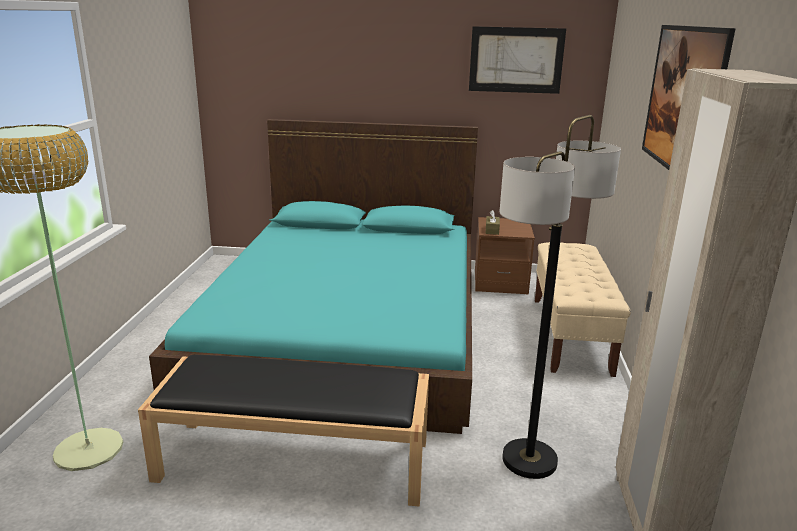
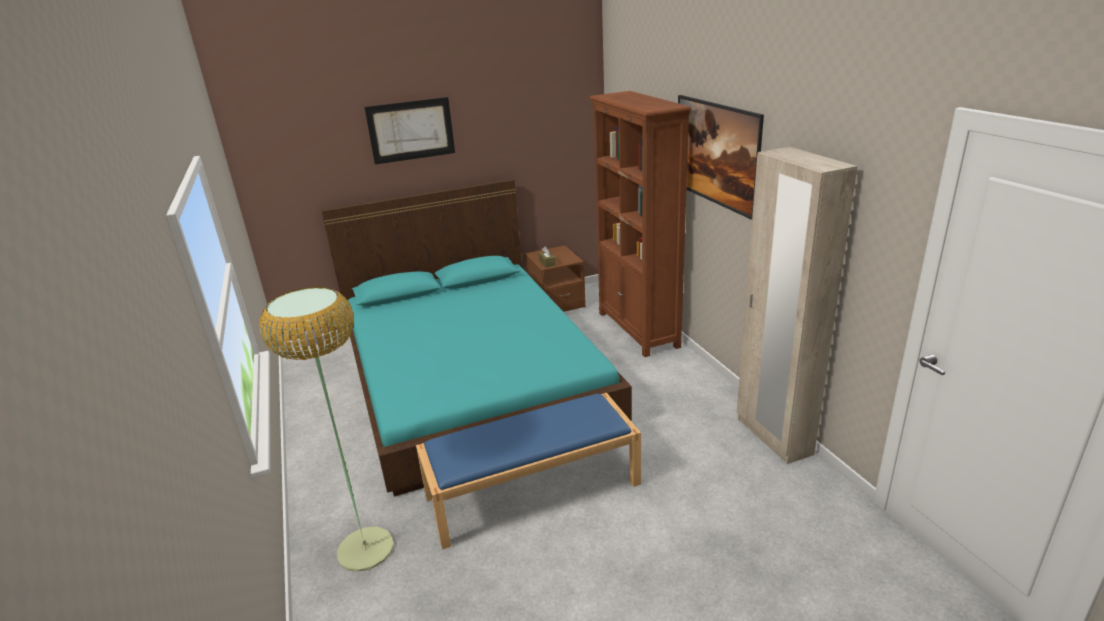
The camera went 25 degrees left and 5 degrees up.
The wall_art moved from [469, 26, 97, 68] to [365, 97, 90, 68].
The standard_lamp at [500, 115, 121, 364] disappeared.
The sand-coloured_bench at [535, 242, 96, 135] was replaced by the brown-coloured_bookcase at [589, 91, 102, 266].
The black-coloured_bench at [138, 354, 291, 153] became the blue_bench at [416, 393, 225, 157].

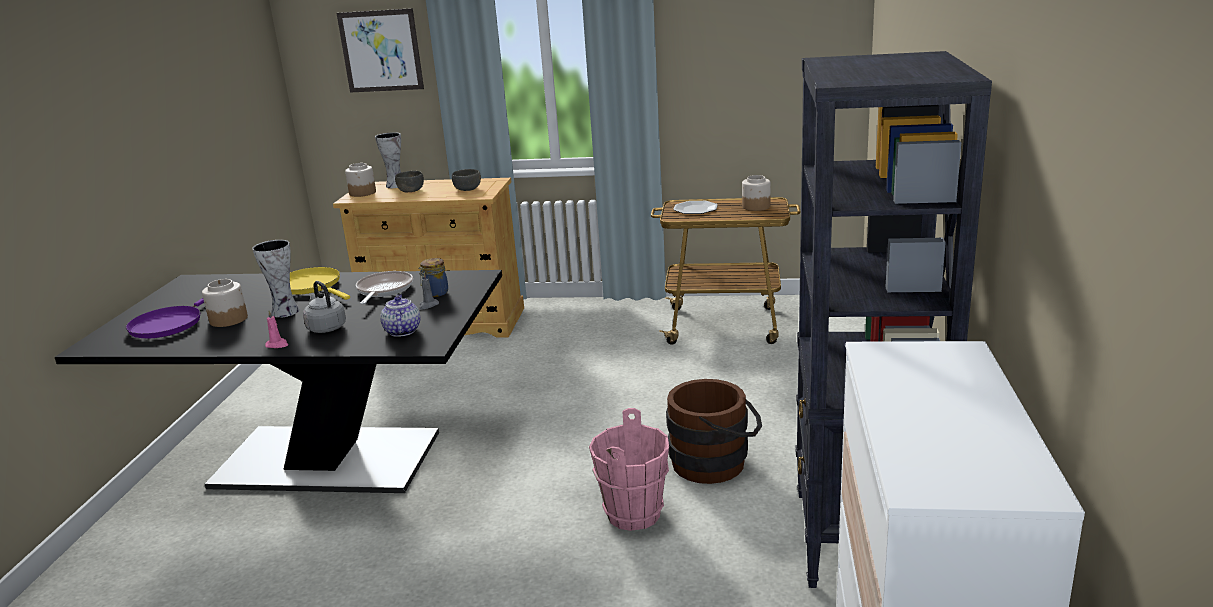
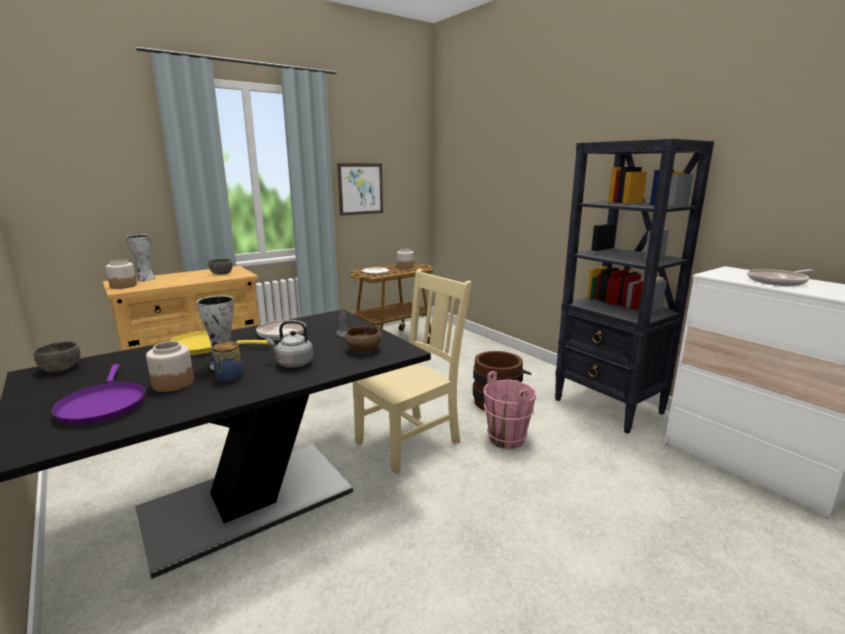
The camera went 45 degrees left and 5 degrees down.
The wall_art moved from [337, 8, 87, 84] to [337, 163, 46, 53].
The greyish_deep_dish moved from [395, 171, 29, 21] to [34, 342, 46, 30].
The jar moved from [419, 258, 29, 39] to [212, 341, 31, 41].
The pot_for_tea at [380, 295, 40, 42] was replaced by the brown-coloured_deep_dish at [345, 326, 37, 26].
The pinkish_wax_light at [265, 311, 23, 37] disappeared.
The sand-coloured_chair at [353, 269, 119, 205] appeared.
The frying_pan at [747, 269, 67, 17] appeared.

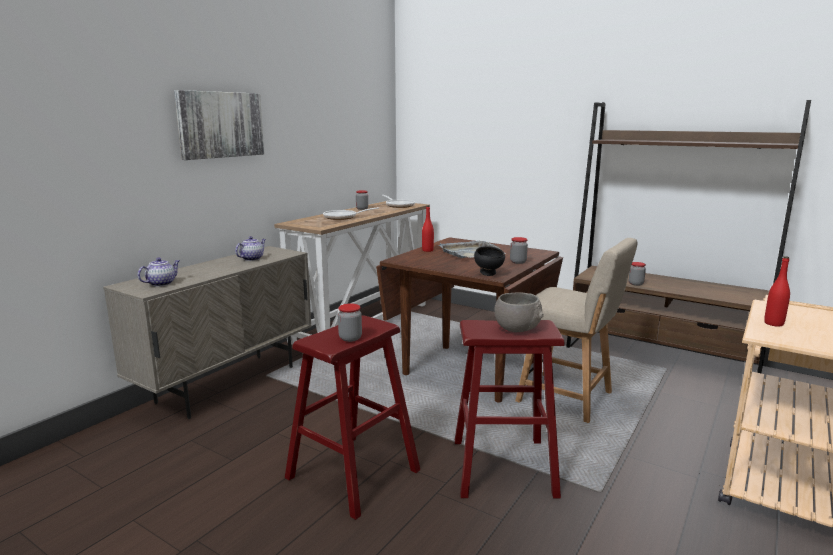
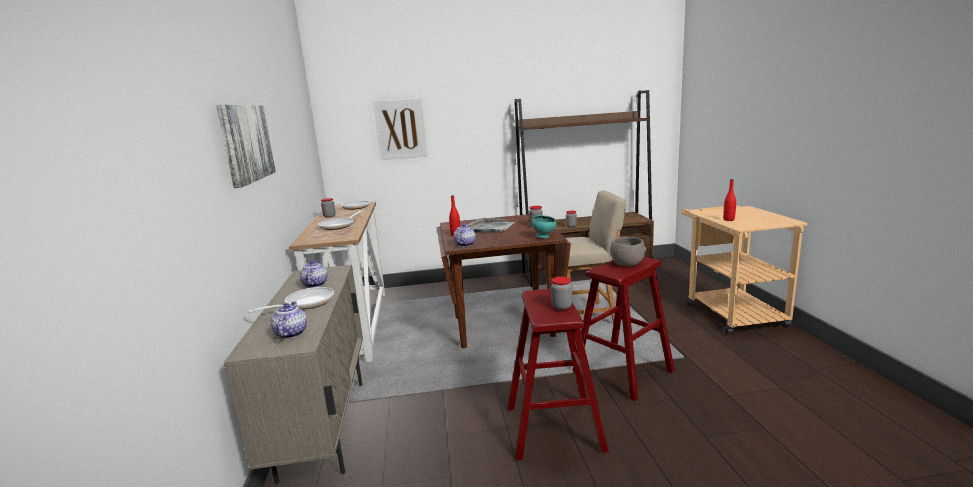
The camera went 40 degrees left and 0 degrees up.
The black-coloured_deep_dish at [474, 246, 31, 30] became the blue-green_deep_dish at [532, 215, 25, 23].
The wall_art at [373, 99, 54, 61] appeared.
The pot_for_tea at [454, 224, 22, 23] appeared.
The frying_pan at [248, 287, 86, 26] appeared.

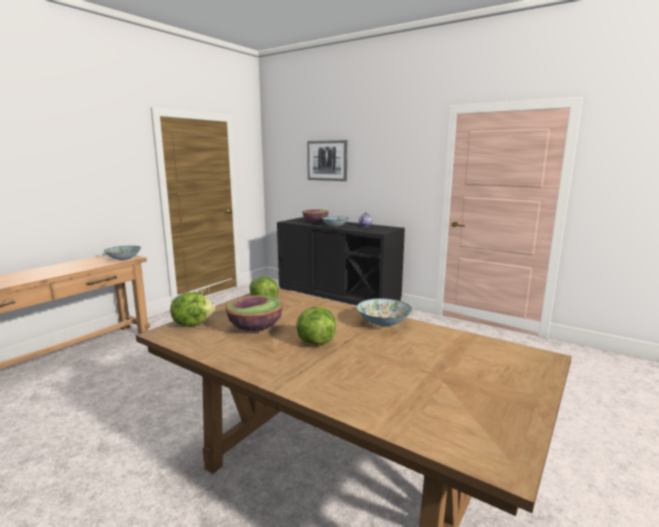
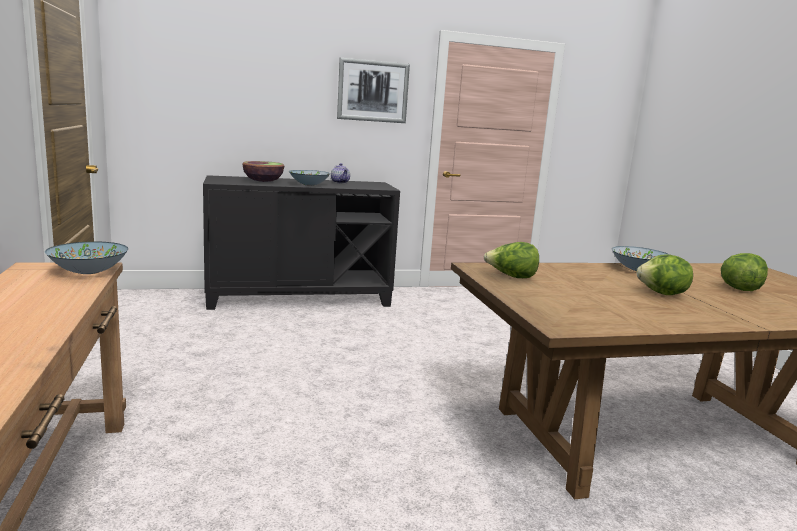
The camera went 50 degrees left and 0 degrees up.
The wall_art moved from [307, 140, 40, 41] to [337, 58, 73, 65].
The lettuce moved from [170, 292, 45, 34] to [721, 253, 47, 38].
The deep_dish at [226, 295, 57, 36] disappeared.

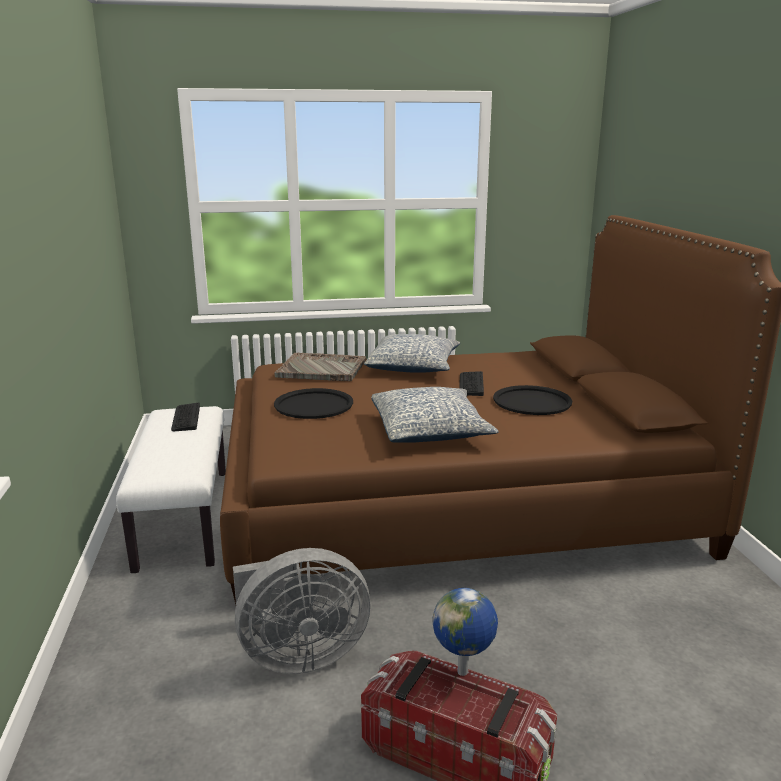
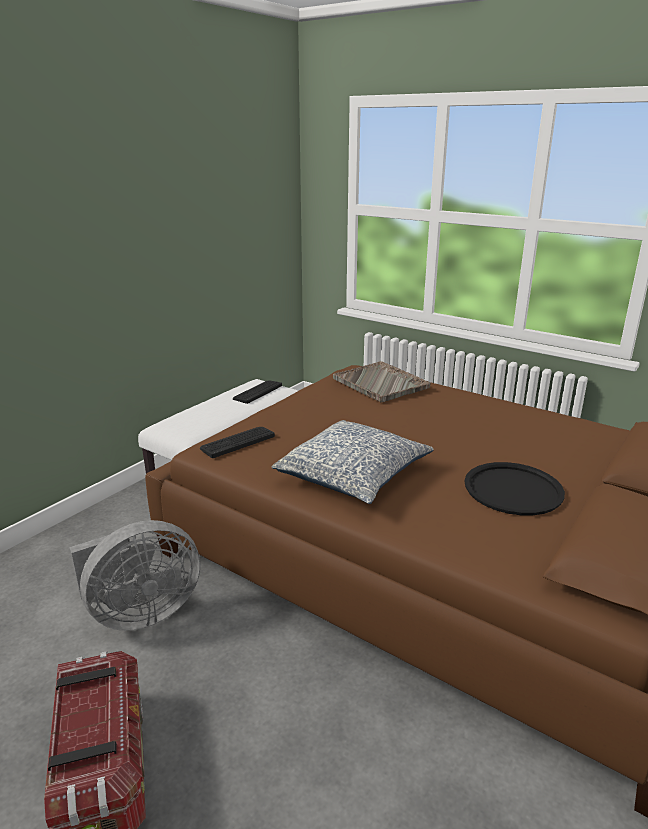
The camera went 45 degrees right and 5 degrees up.
The pillow at [364, 334, 96, 39] disappeared.
The computer_keyboard moved from [459, 371, 25, 25] to [200, 427, 75, 31].
The black-coloured_tray at [274, 388, 79, 31] disappeared.
The greyish_cooling_fan at [233, 548, 137, 126] turned 60 degrees counterclockwise.
The world_globe at [432, 588, 66, 88] disappeared.

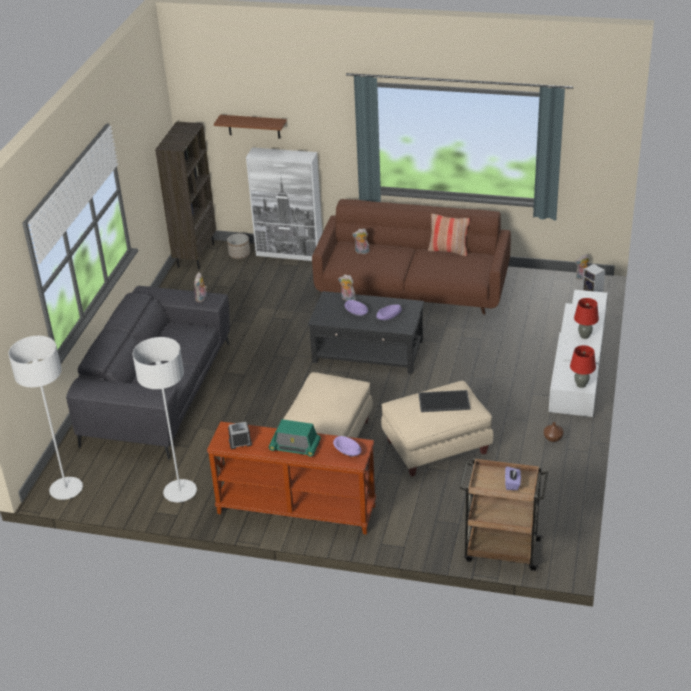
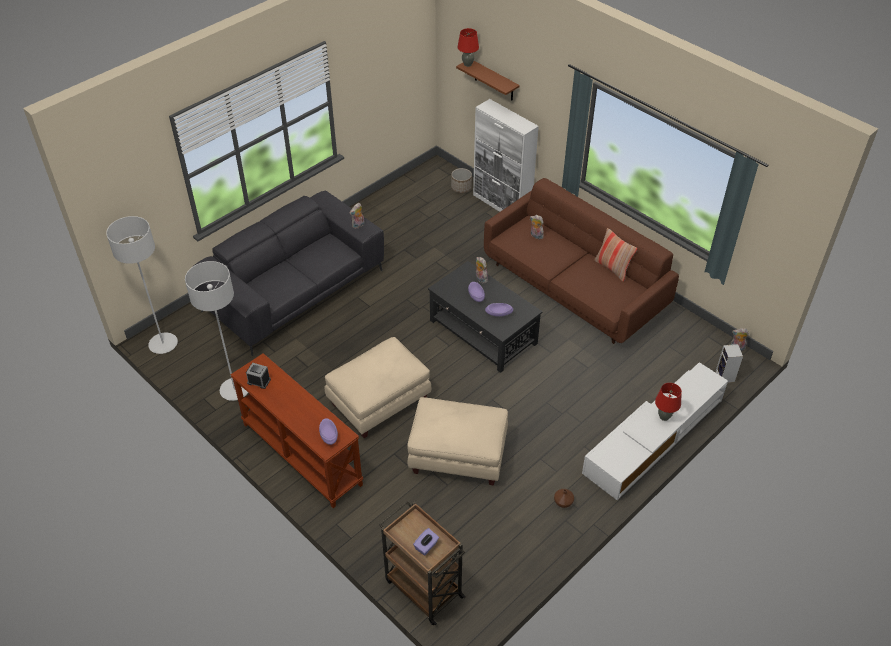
The camera went 30 degrees right and 10 degrees up.
The brown-coloured_bookcase at [155, 121, 61, 149] disappeared.
The red_lamp_for_a_table moved from [570, 345, 26, 43] to [458, 28, 21, 39].
The tray at [419, 390, 52, 22] disappeared.
The radio_receiver at [269, 419, 52, 38] disappeared.

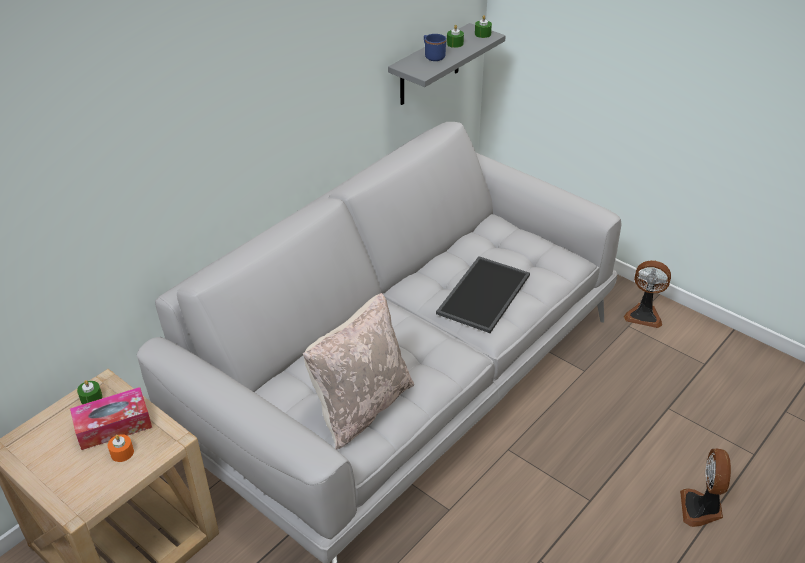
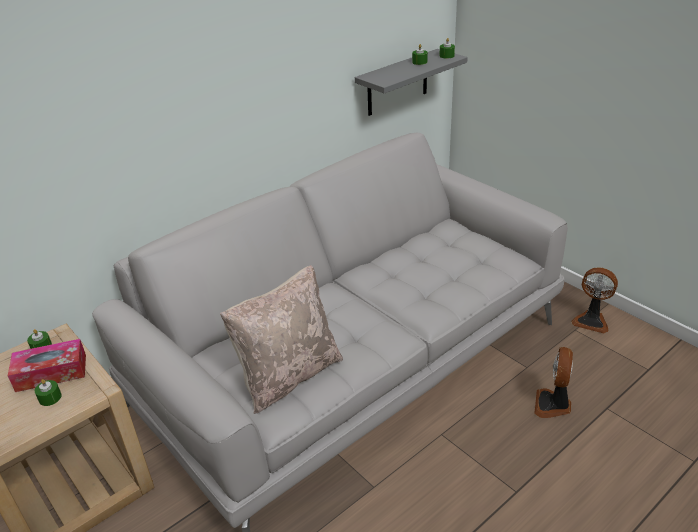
The camera went 10 degrees right and 5 degrees down.
The blue_tea_mug at [424, 34, 22, 27] disappeared.
The tray at [436, 256, 94, 77] disappeared.
The orange_wax_light at [108, 434, 26, 28] became the green-coloured_wax_light at [35, 379, 27, 27].
The cooling_fan moved from [680, 449, 51, 78] to [534, 347, 39, 71].

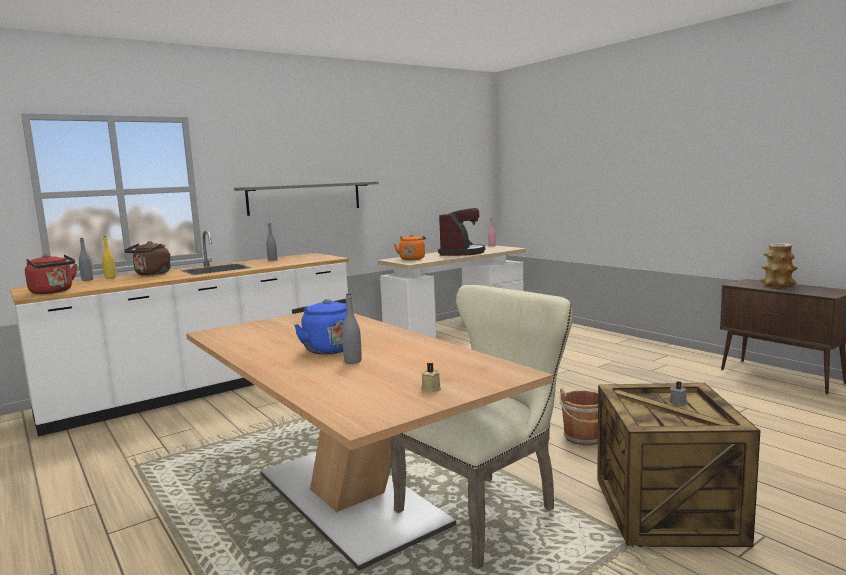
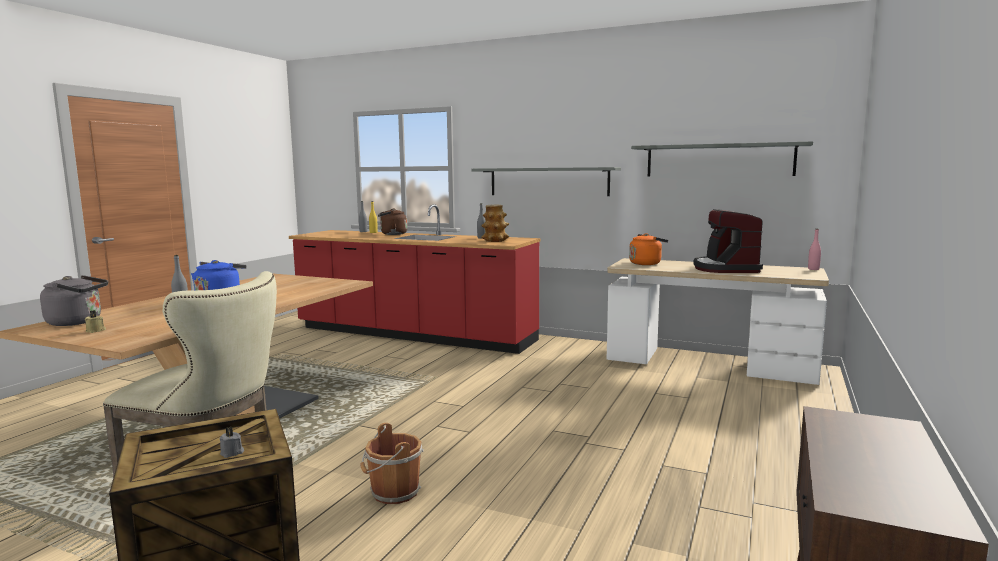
The camera went 60 degrees right and 0 degrees up.
The coffee_machine at [438, 208, 47, 48] turned 105 degrees clockwise.
The whitish_counter at [10, 231, 339, 206] became the red_counter at [289, 204, 251, 150].
The flower_vase moved from [760, 243, 38, 45] to [481, 205, 28, 37].
The red_kettle at [25, 254, 52, 40] disappeared.
The greyish_shelf at [631, 142, 182, 34] appeared.
The greyish_kettle at [40, 275, 68, 51] appeared.

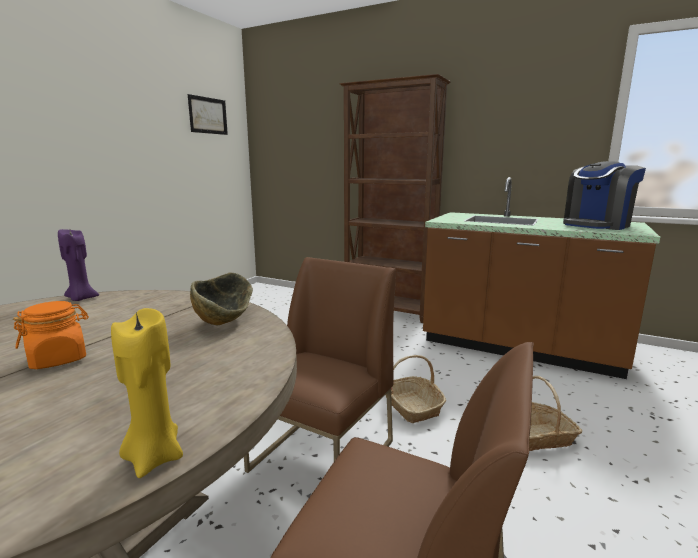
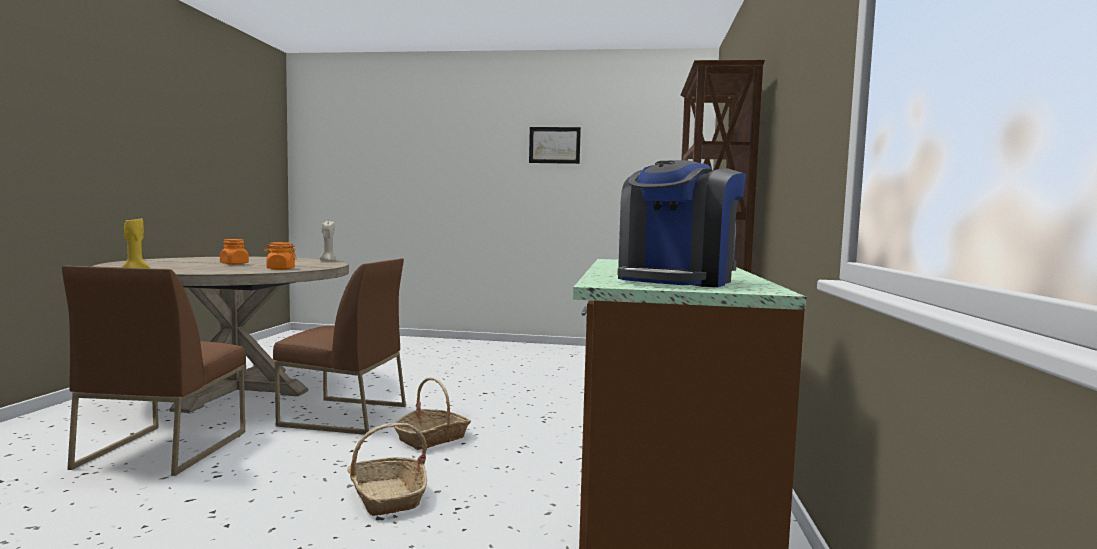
The camera went 70 degrees right and 10 degrees down.
The wall_art moved from [188, 94, 40, 41] to [529, 127, 52, 37].
The coffee_machine at [563, 161, 83, 69] turned 90 degrees counterclockwise.
The purple-coloured_wax_light at [58, 229, 41, 72] became the sand-coloured_wax_light at [320, 221, 16, 40].
The deep_dish at [190, 272, 63, 53] was replaced by the orange_jar at [264, 242, 33, 28].

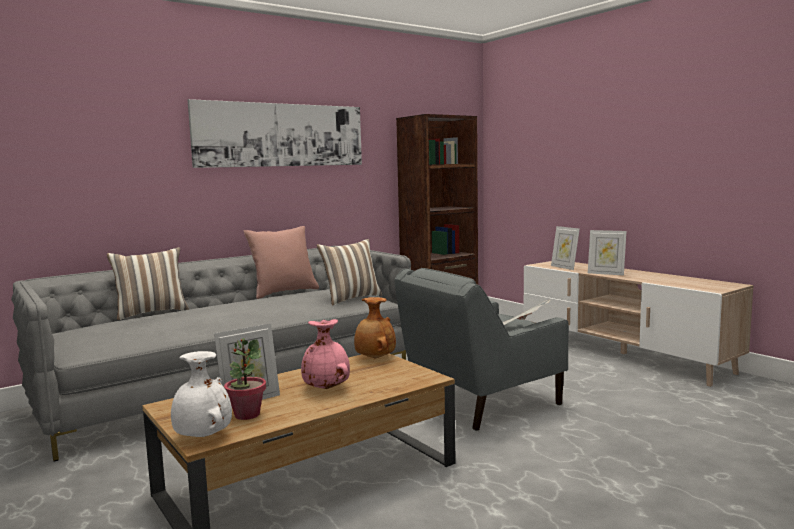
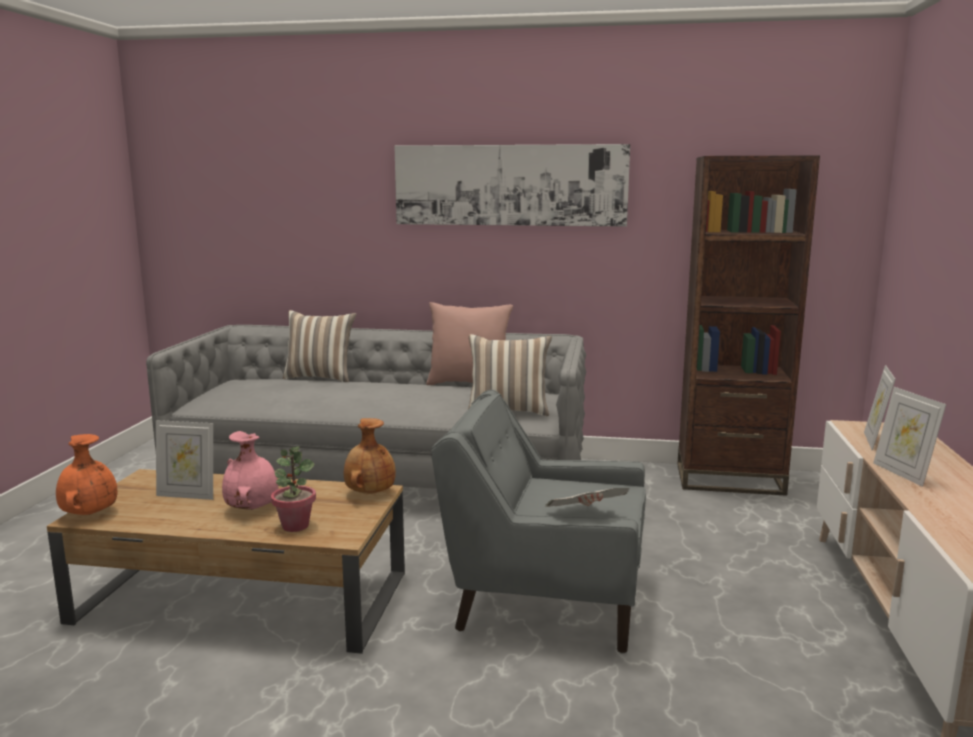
The camera went 45 degrees right and 5 degrees up.
The plant_in_a_pot moved from [224, 338, 42, 82] to [271, 446, 45, 86].
The whitish_flower_vase at [171, 351, 61, 86] became the orange_flower_vase at [56, 434, 61, 81].

